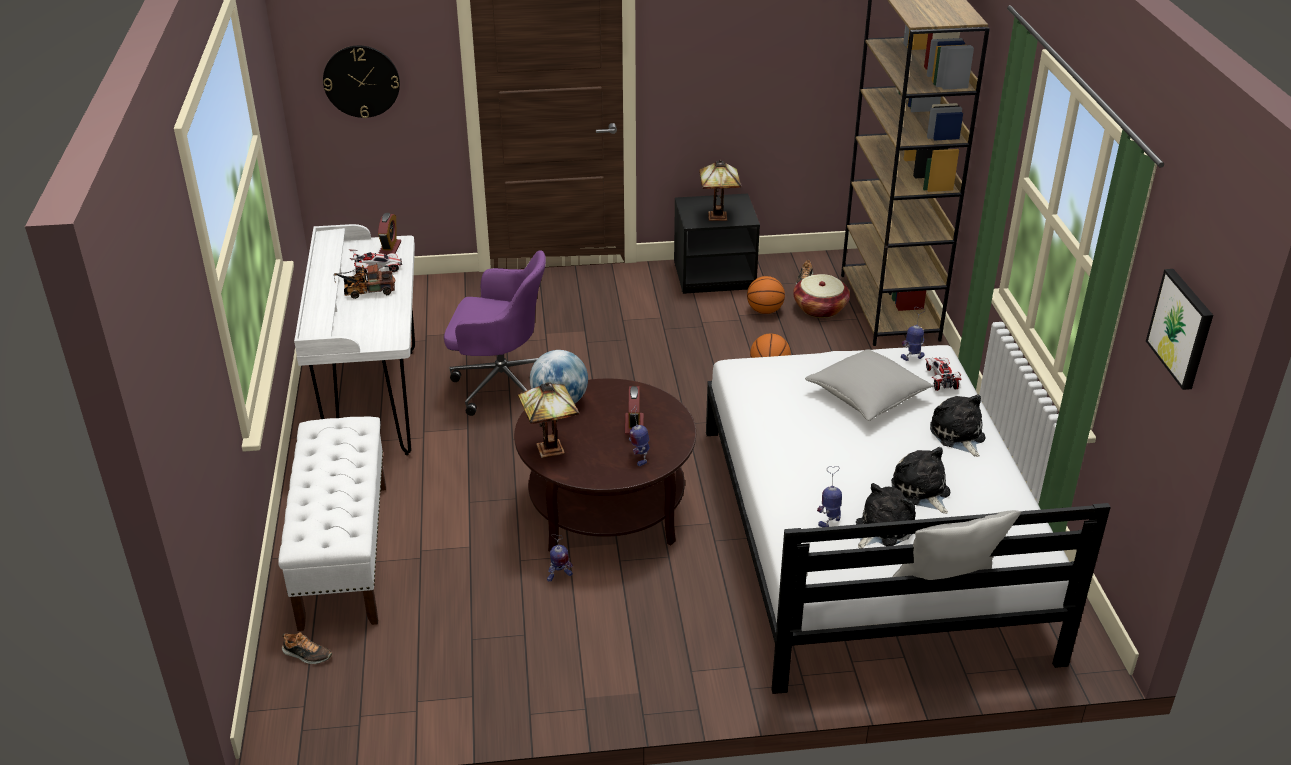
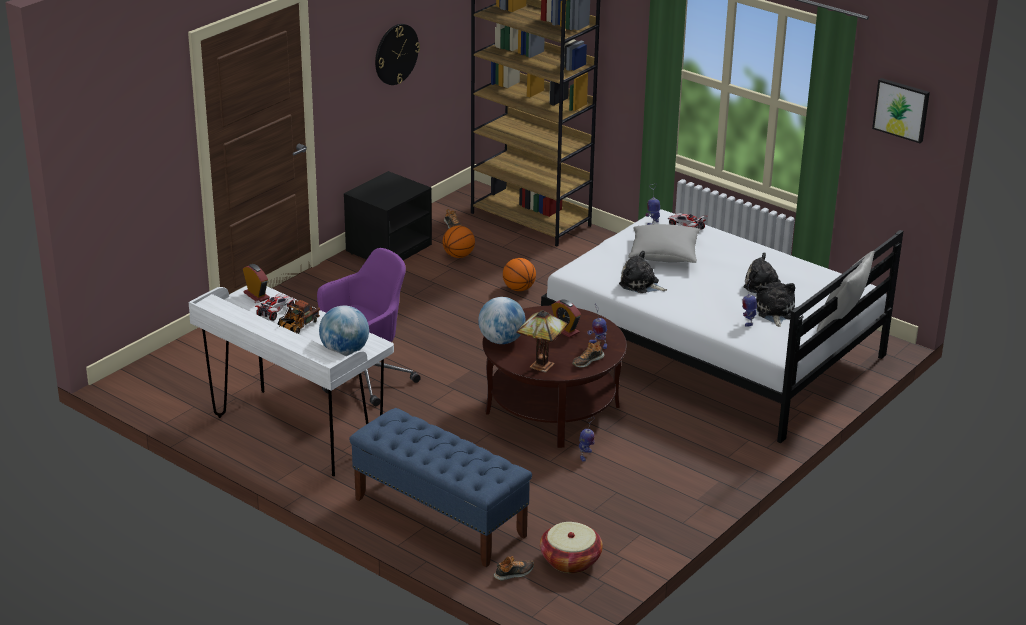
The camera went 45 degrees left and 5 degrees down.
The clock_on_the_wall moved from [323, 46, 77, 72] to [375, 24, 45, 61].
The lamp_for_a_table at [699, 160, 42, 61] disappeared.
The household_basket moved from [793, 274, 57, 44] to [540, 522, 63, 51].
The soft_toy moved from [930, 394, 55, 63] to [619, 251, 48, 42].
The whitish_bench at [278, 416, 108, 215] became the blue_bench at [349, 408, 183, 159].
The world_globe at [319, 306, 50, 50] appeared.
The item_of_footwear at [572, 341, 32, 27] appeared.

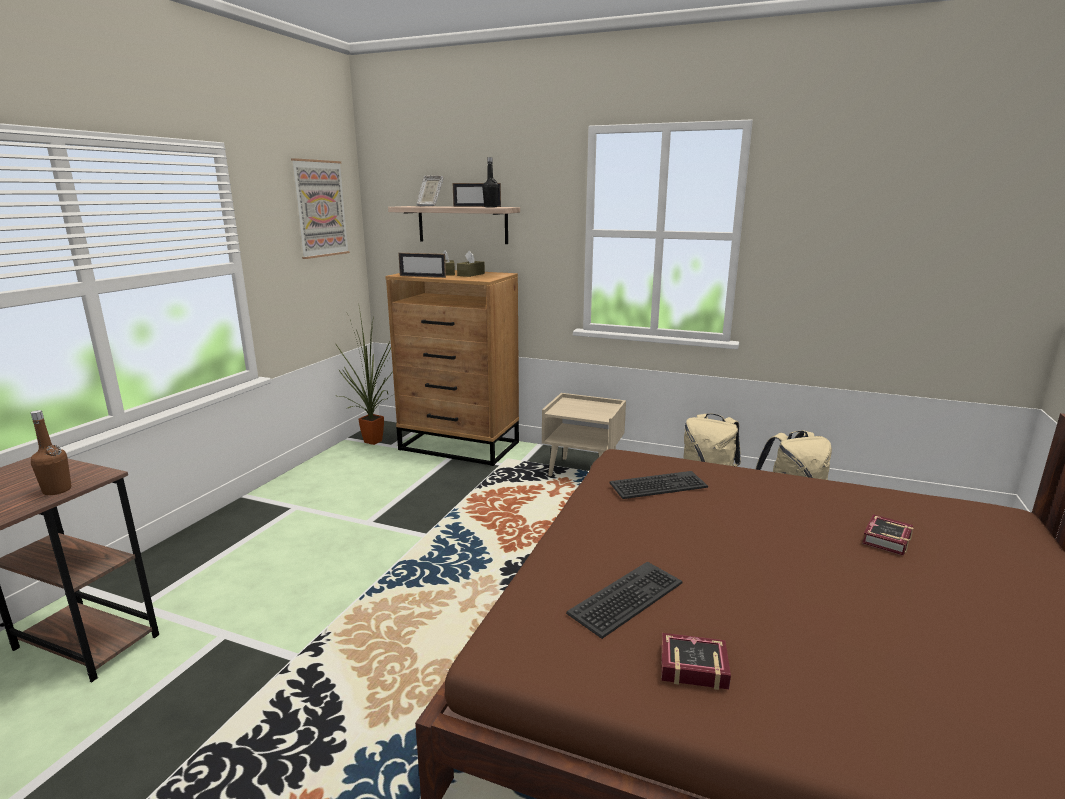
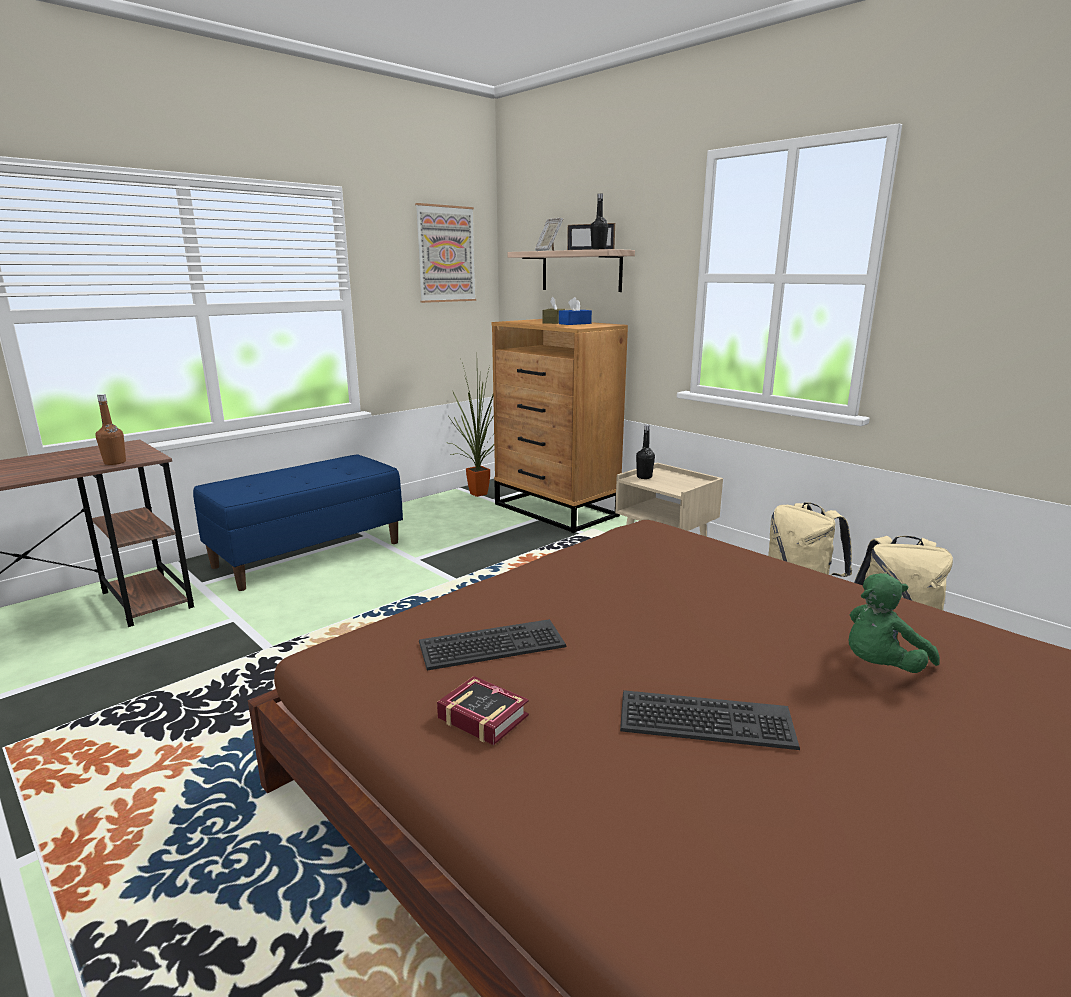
The camera went 25 degrees right and 0 degrees up.
The brown-coloured_tissue_box at [457, 250, 28, 27] became the blue_tissue_box at [559, 297, 33, 28].
The photo_frame at [398, 253, 48, 25] disappeared.
The computer_keyboard moved from [609, 471, 99, 28] to [620, 690, 180, 60].
The bound_book at [862, 514, 51, 42] was replaced by the green-coloured_soft_toy at [848, 573, 92, 100].
The black-coloured_drink_bottle at [636, 425, 19, 54] appeared.
The blue_bench at [193, 454, 210, 137] appeared.

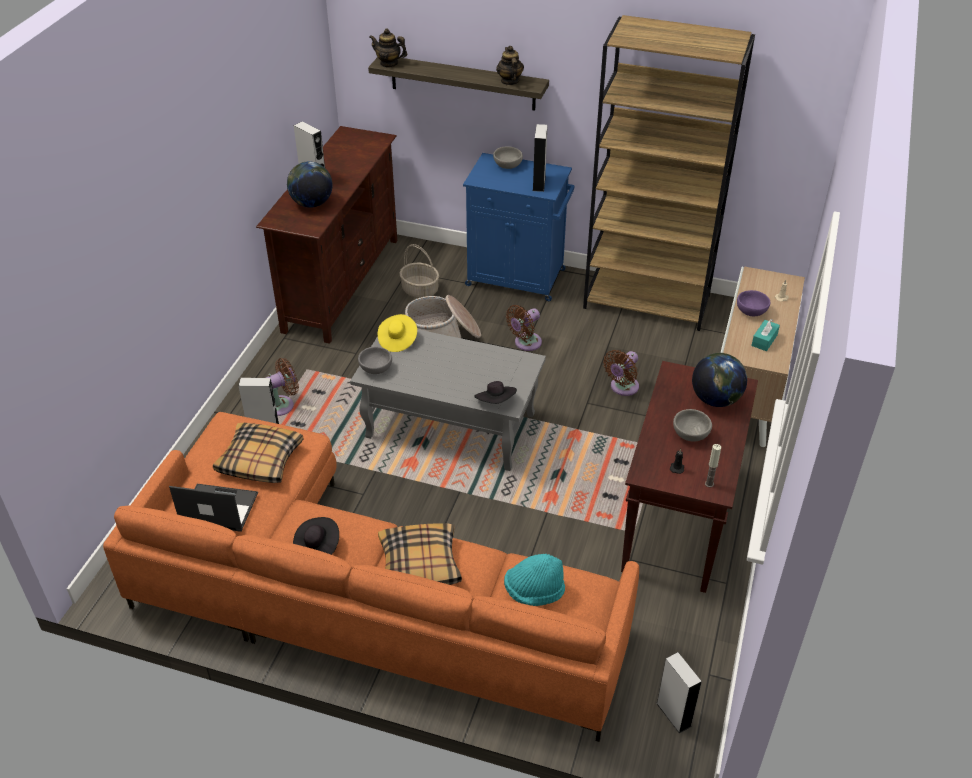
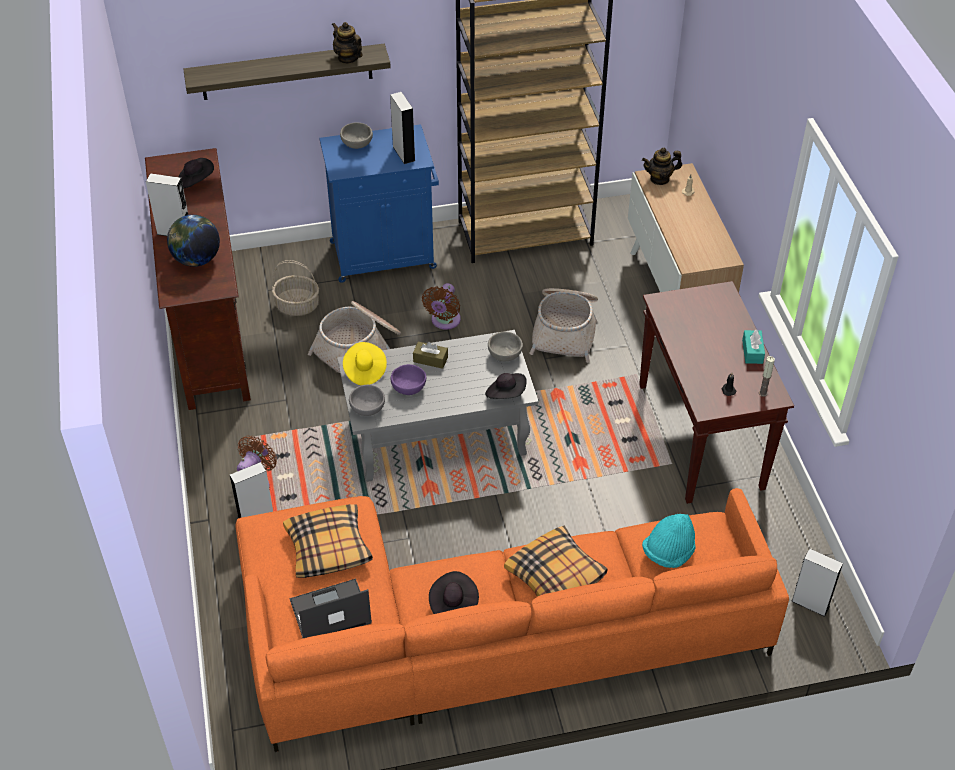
The camera went 30 degrees left and 5 degrees up.
The pot_for_tea moved from [369, 29, 38, 39] to [642, 148, 40, 37].
The purple-coloured_deep_dish moved from [737, 290, 34, 26] to [391, 364, 35, 31].
The blue-green_tissue_box moved from [751, 319, 29, 32] to [742, 329, 23, 35].
The brown-coloured_cooling_fan at [603, 350, 36, 46] was replaced by the household_basket at [529, 288, 69, 75].
The world_globe at [692, 353, 55, 54] disappeared.
The greyish_deep_dish moved from [673, 409, 39, 33] to [488, 332, 35, 29].
The black-coloured_wearable_hat at [179, 158, 35, 31] appeared.
The brown-coloured_tissue_box at [413, 342, 35, 27] appeared.

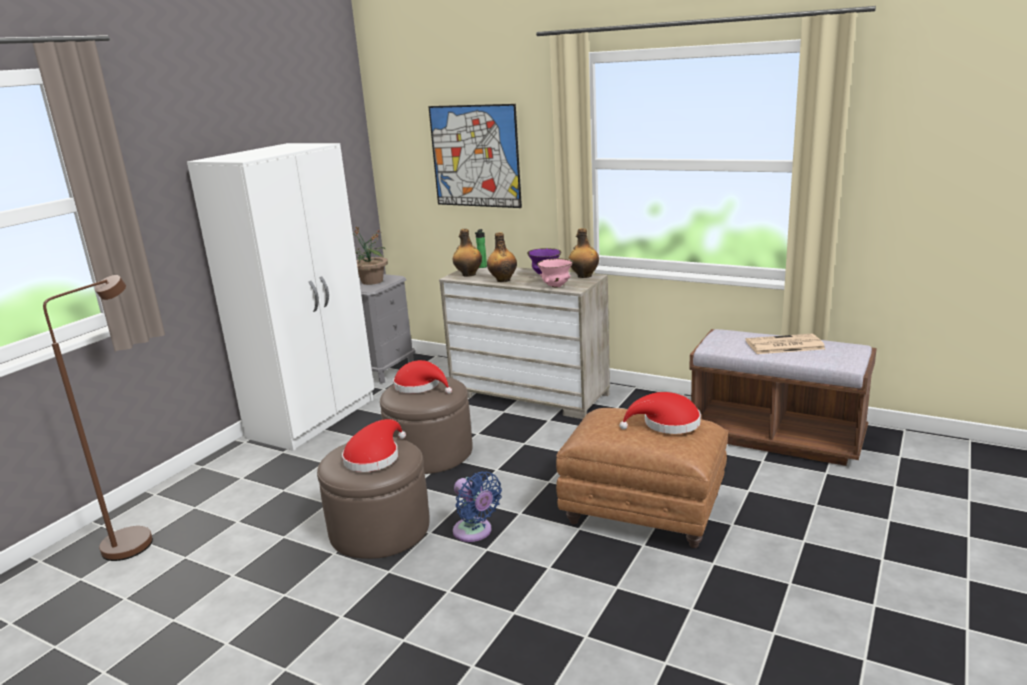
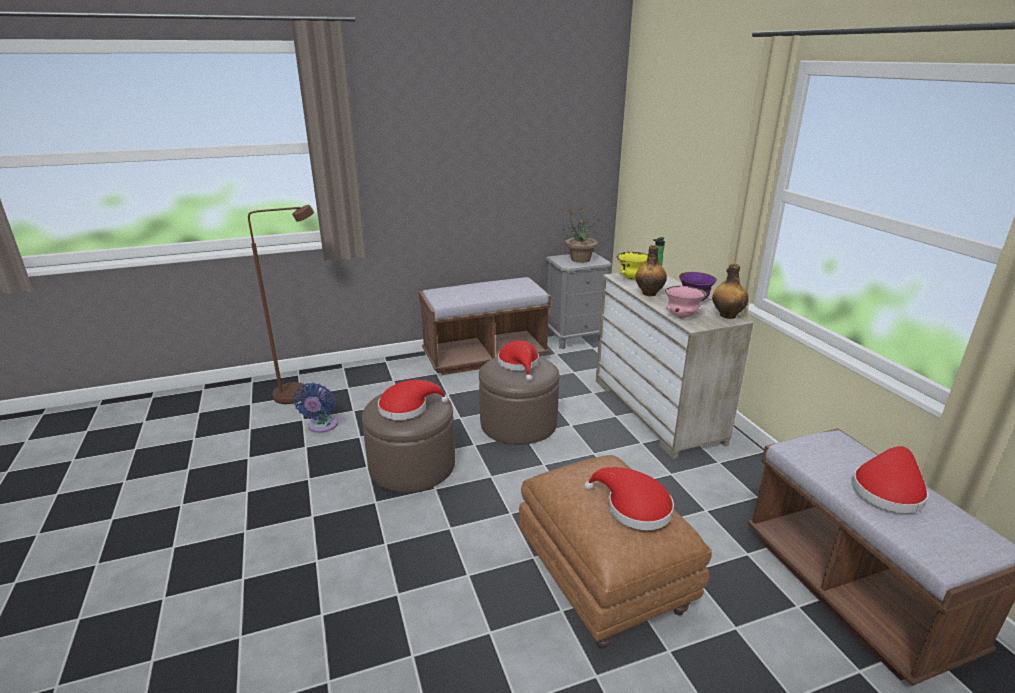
The camera went 40 degrees right and 5 degrees up.
The wall_art at [428, 104, 94, 104] disappeared.
The whitish_clothes_cupboard at [187, 143, 187, 308] was replaced by the brown-coloured_bench at [419, 277, 132, 98].
The drink_bottle at [453, 229, 29, 48] was replaced by the yellow-coloured_deep_dish at [616, 252, 32, 27].
The printed_paper at [746, 334, 79, 20] was replaced by the red_wearable_hat at [852, 446, 76, 67].
The blue_cooling_fan moved from [453, 471, 49, 71] to [293, 383, 45, 50].

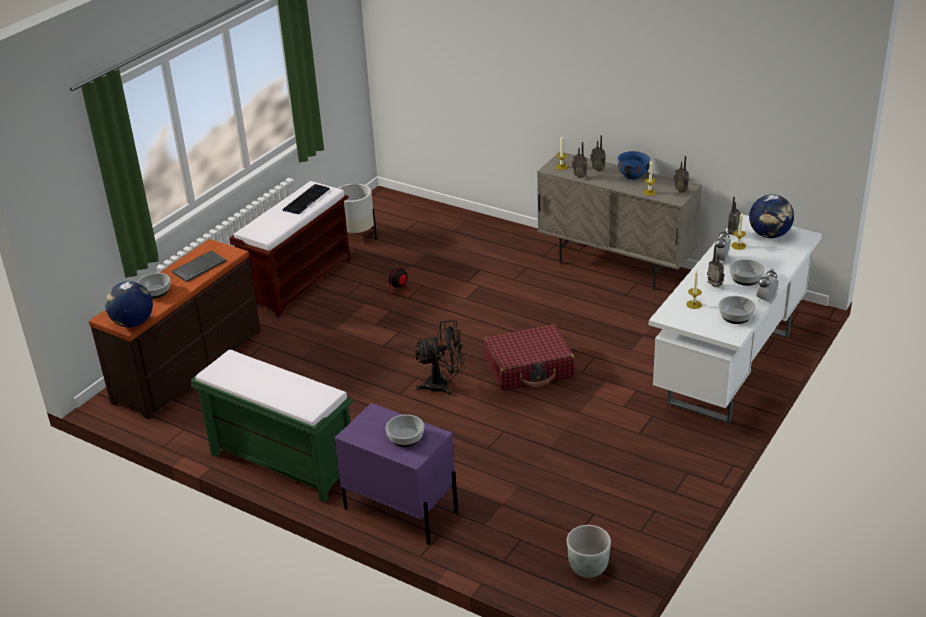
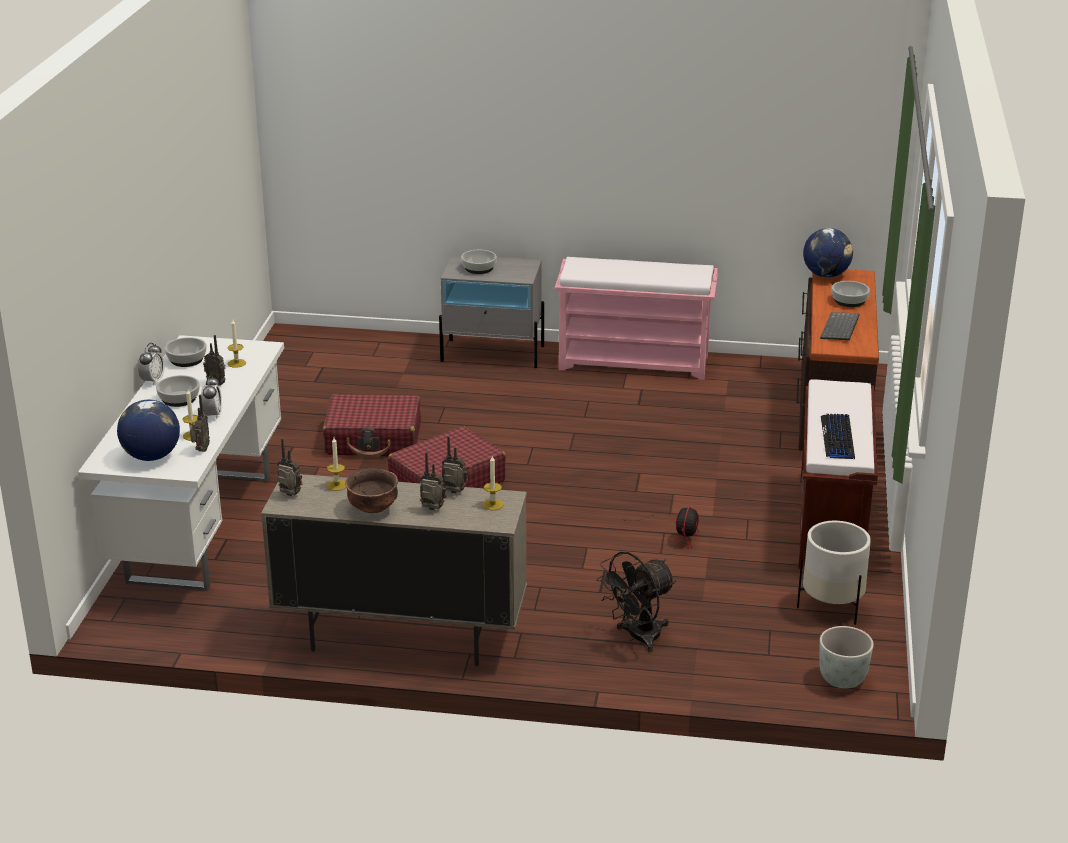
The camera went 155 degrees right and 5 degrees down.
The blue_deep_dish at [618, 151, 32, 29] became the brown-coloured_deep_dish at [345, 468, 53, 45].
The black-coloured_cooling_fan moved from [414, 320, 51, 75] to [597, 552, 79, 100].
The green-coloured_bench at [191, 349, 162, 154] became the pinkish_bench at [555, 257, 163, 123].
The purple-coloured_nightstand at [335, 403, 123, 142] became the greyish_nightstand at [439, 254, 105, 114].
The greyish_planter moved from [567, 525, 44, 53] to [819, 626, 55, 62].
The red_travel_case at [323, 394, 98, 64] appeared.

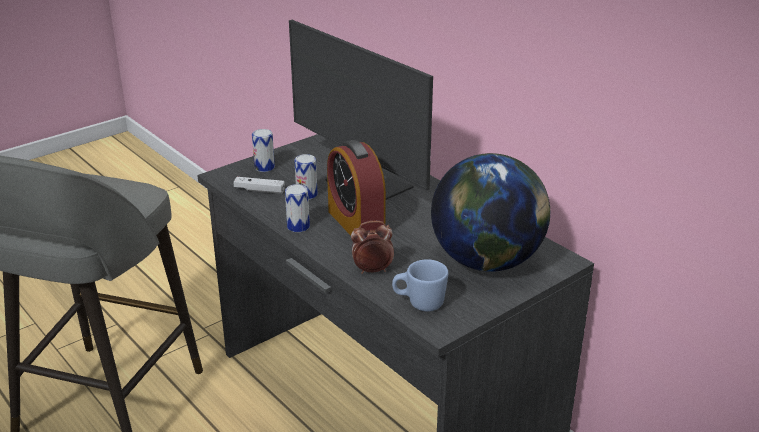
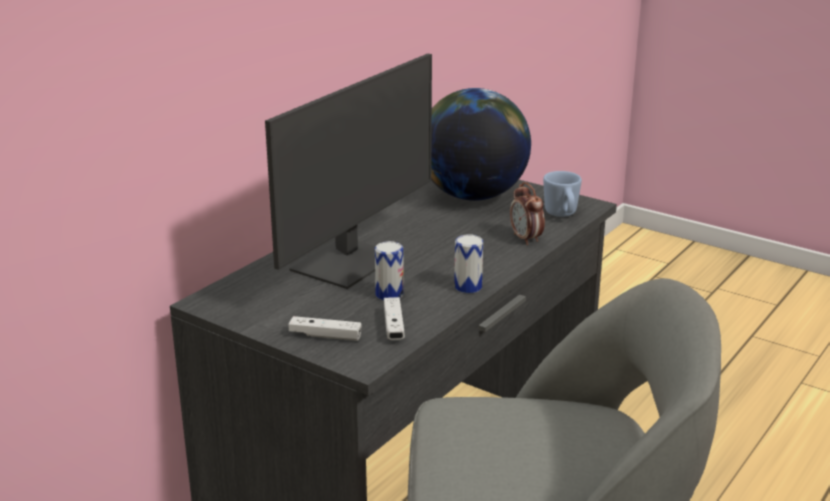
The camera went 105 degrees left and 5 degrees down.
The metal_can at [252, 129, 23, 43] was replaced by the whitish_joypad at [289, 316, 72, 25].
The table_clock at [327, 140, 59, 96] disappeared.

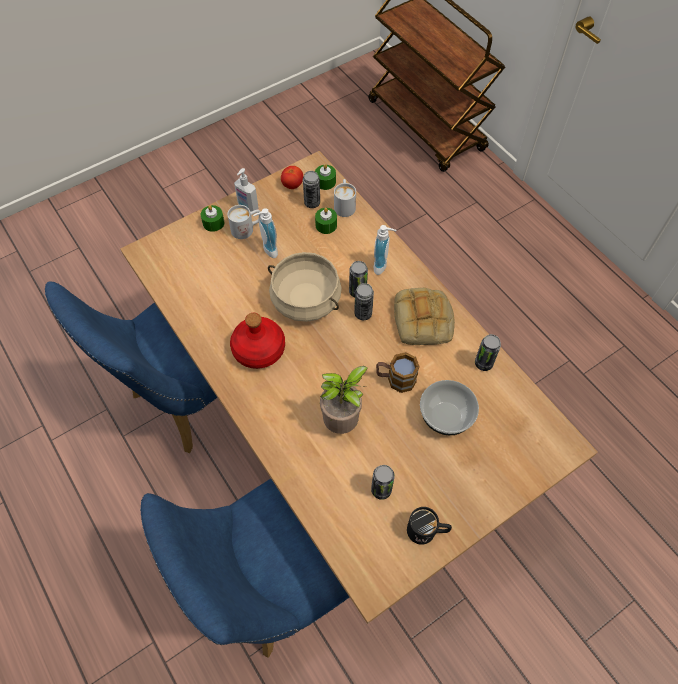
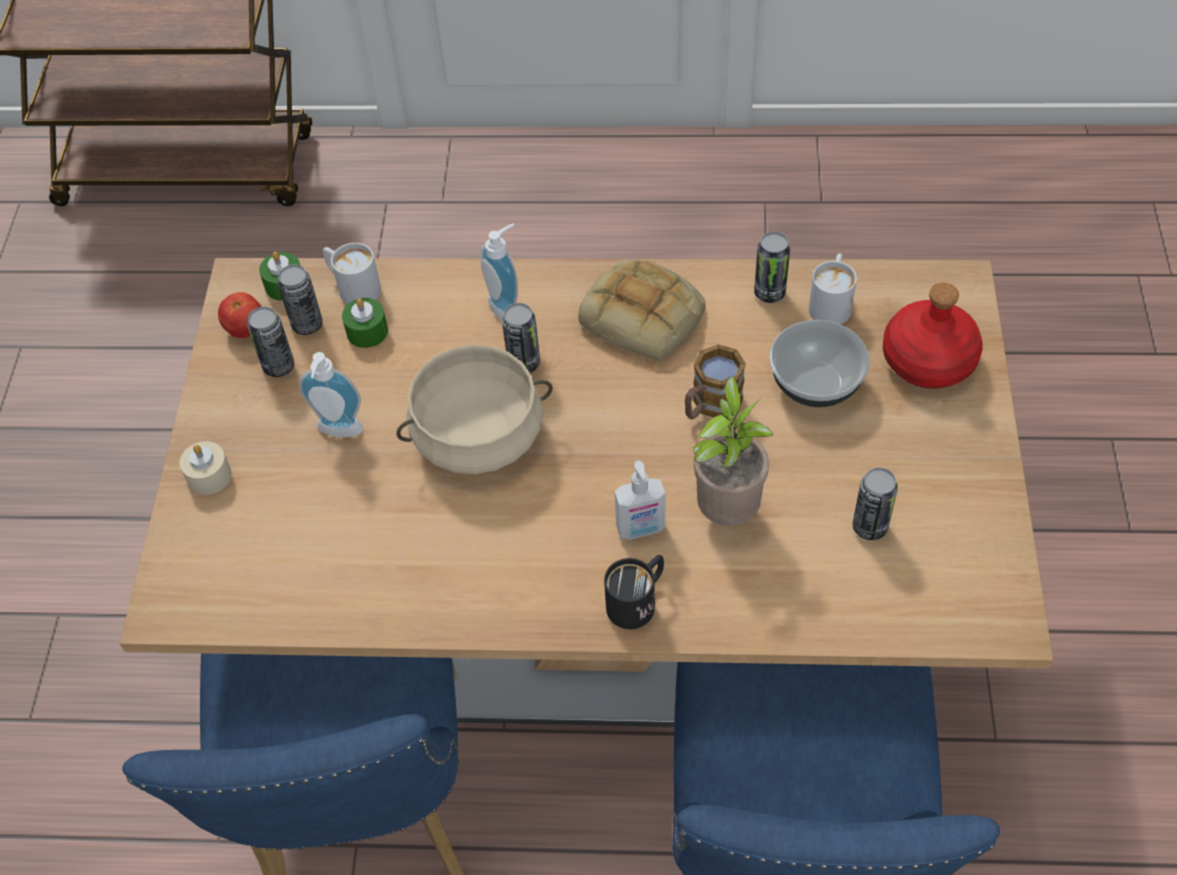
The camera went 50 degrees left and 5 degrees down.
The liquid_soap_bottle moved from [234, 168, 25, 44] to [615, 460, 50, 80].
The green-coloured_wax_light at [201, 205, 23, 27] became the sand-coloured_wax_light at [180, 441, 52, 54].
The whitish_tea_mug moved from [227, 205, 33, 34] to [809, 253, 48, 71].
The metal_can moved from [354, 283, 20, 37] to [247, 307, 47, 70].
The red_drink_bottle moved from [230, 313, 55, 56] to [883, 283, 100, 106].
The black-coloured_tea_mug moved from [407, 507, 45, 38] to [604, 555, 60, 74].

